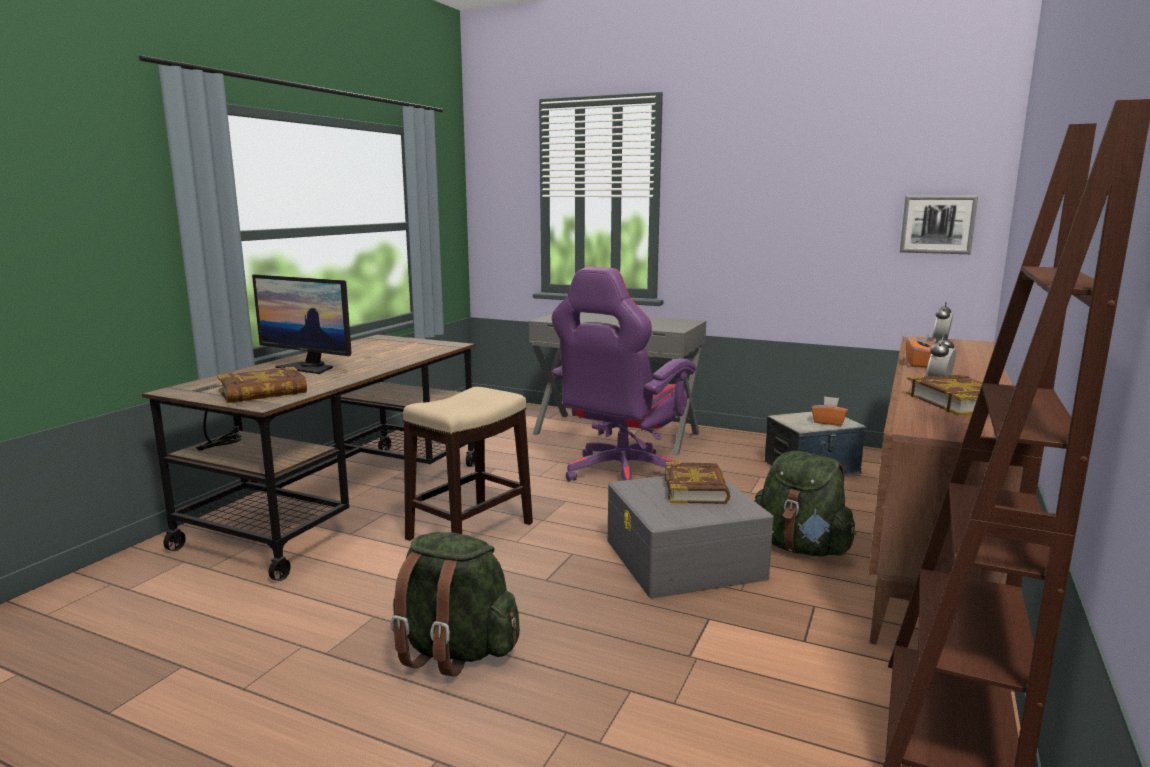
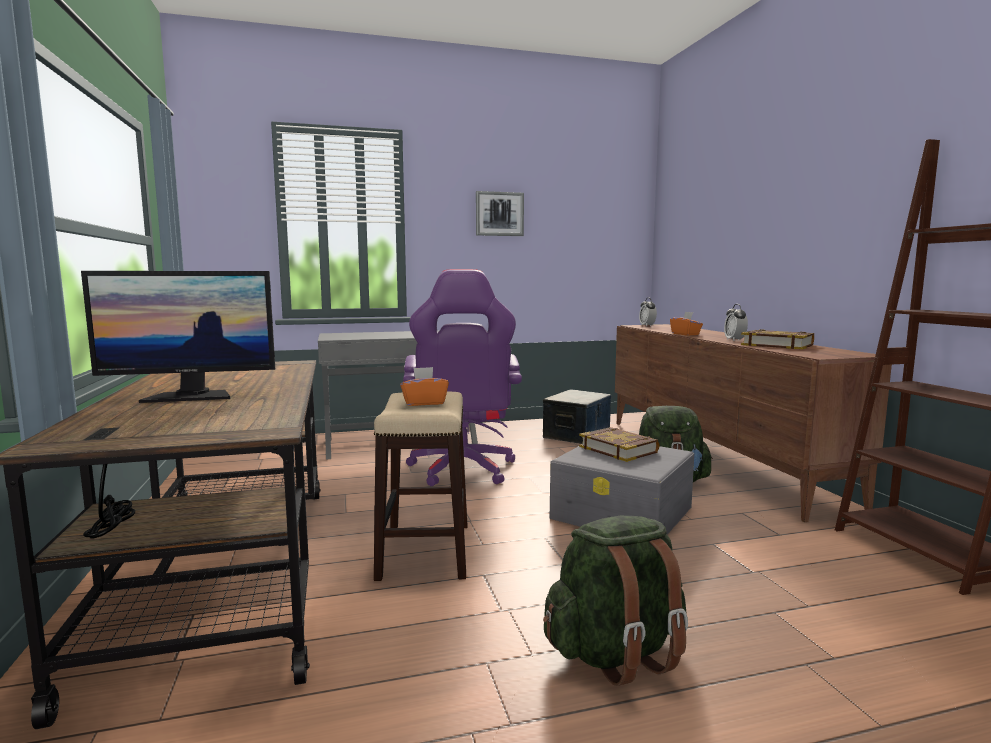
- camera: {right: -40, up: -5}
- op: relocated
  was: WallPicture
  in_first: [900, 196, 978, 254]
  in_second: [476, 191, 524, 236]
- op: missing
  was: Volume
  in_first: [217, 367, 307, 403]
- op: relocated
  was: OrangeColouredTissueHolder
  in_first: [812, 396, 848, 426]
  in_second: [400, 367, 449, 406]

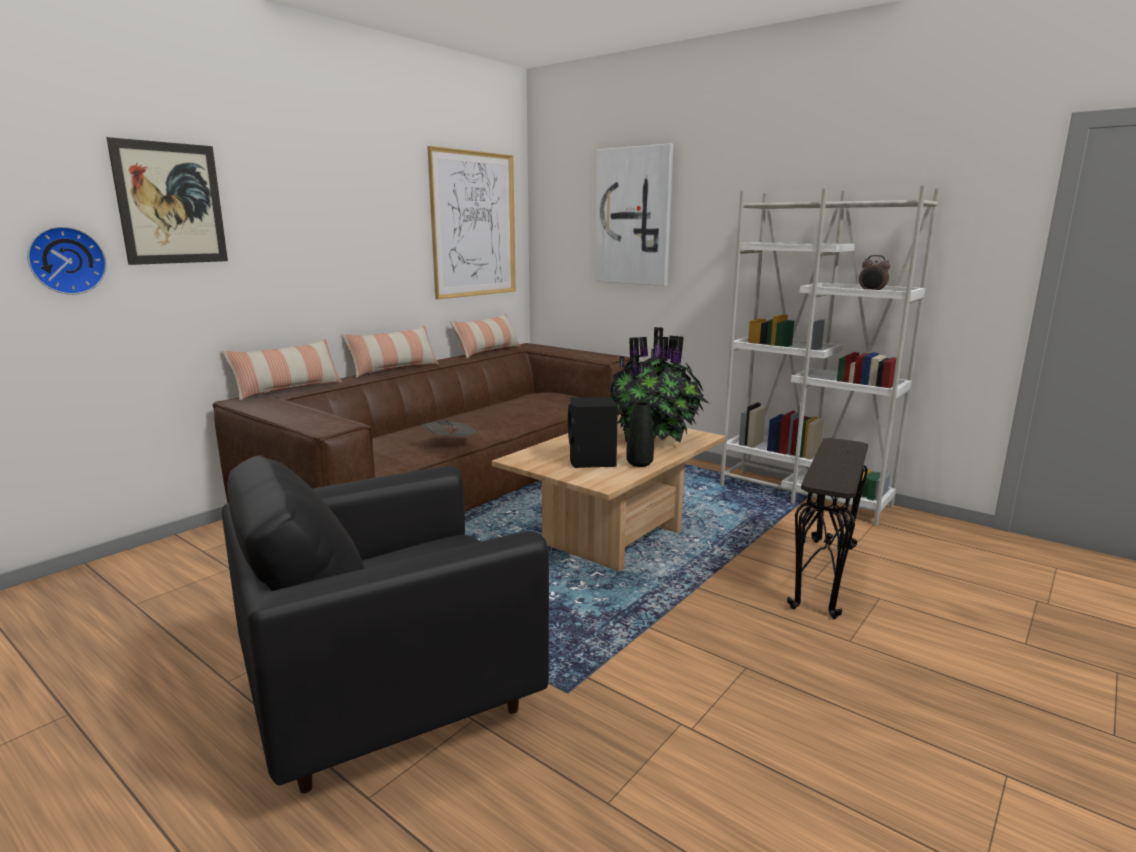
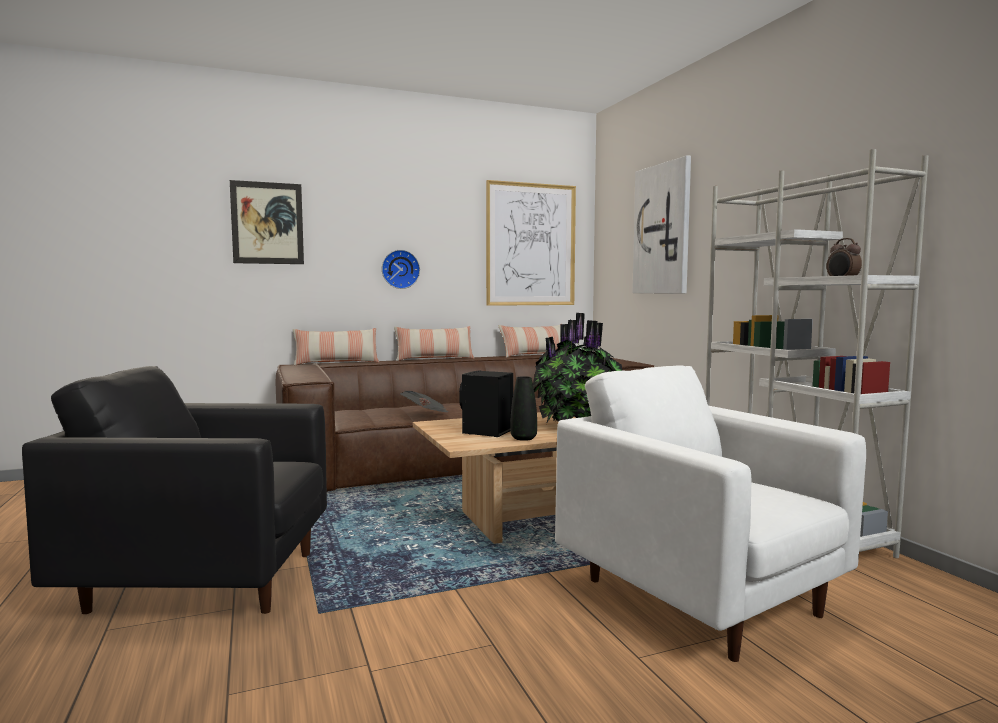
- camera: {right: 30, up: -10}
- op: relocated
  was: HangingClock
  in_first: [27, 226, 107, 295]
  in_second: [382, 250, 420, 289]
- op: exchanged
  was: BlackishSideTable
  now: WhiteColouredLoungeChair
  in_first: [787, 438, 868, 619]
  in_second: [555, 365, 866, 662]

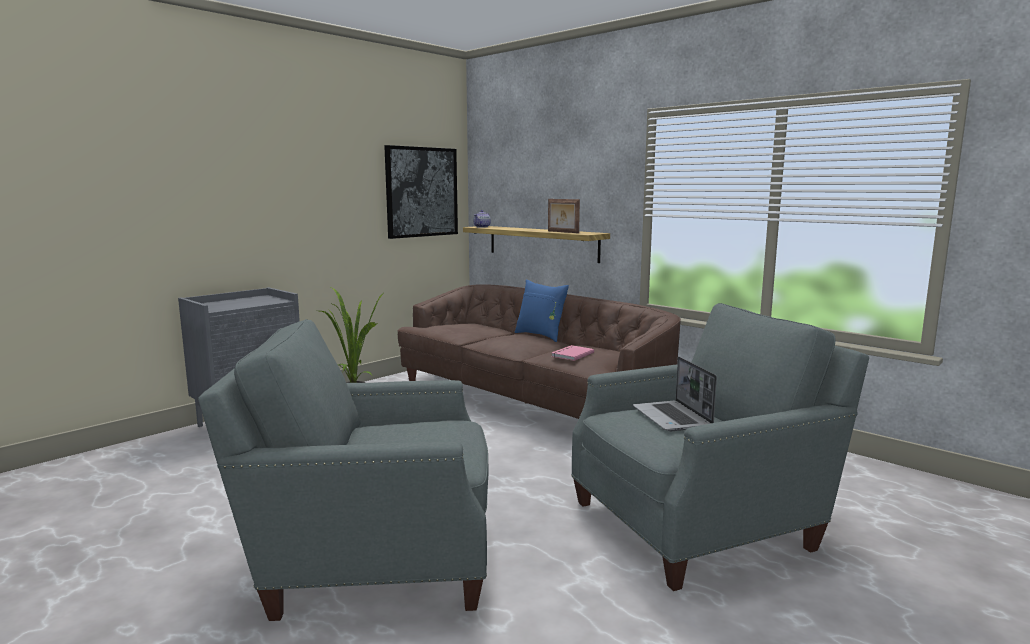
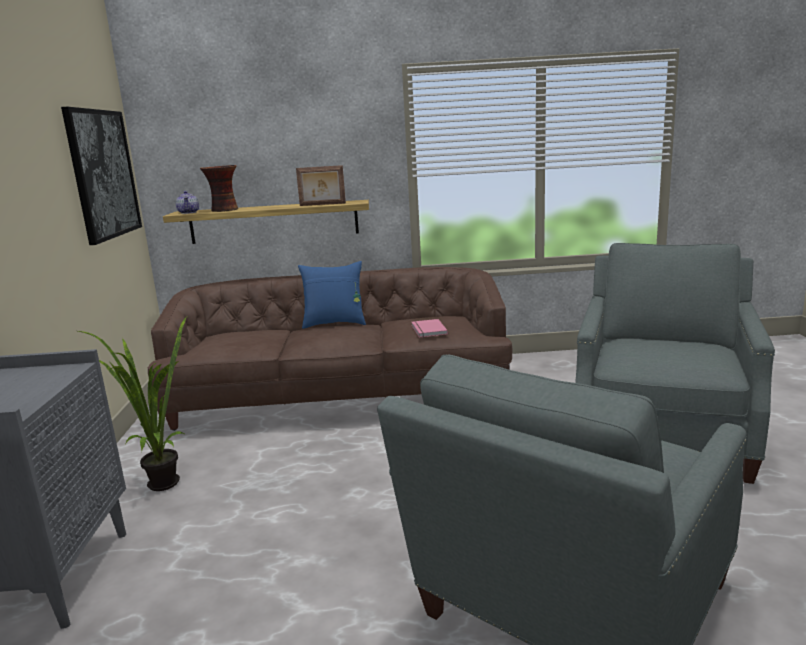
- camera: {right: -45, up: 5}
- op: missing
  was: NotebookComputer
  in_first: [633, 357, 717, 431]
- op: appeared
  now: FlowerVase
  in_second: [200, 165, 238, 212]

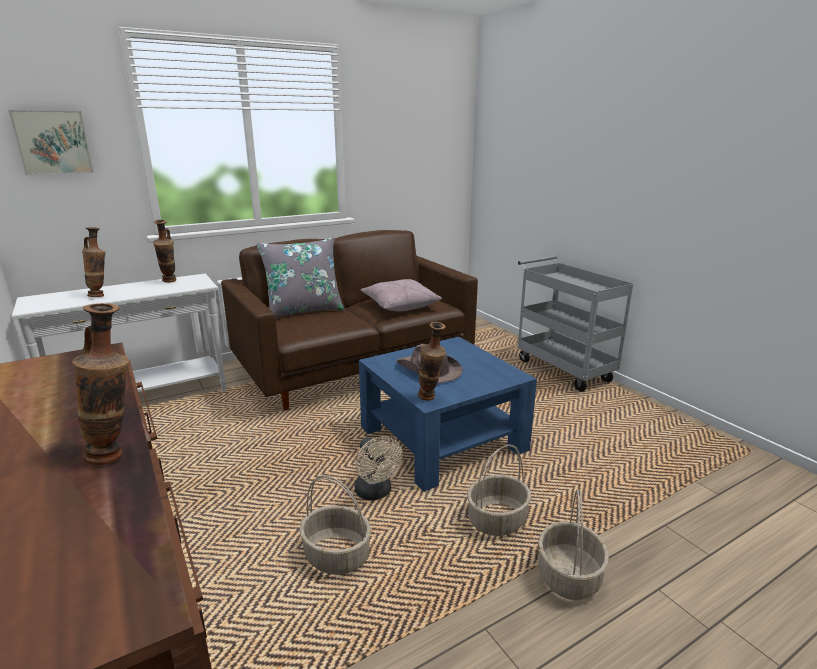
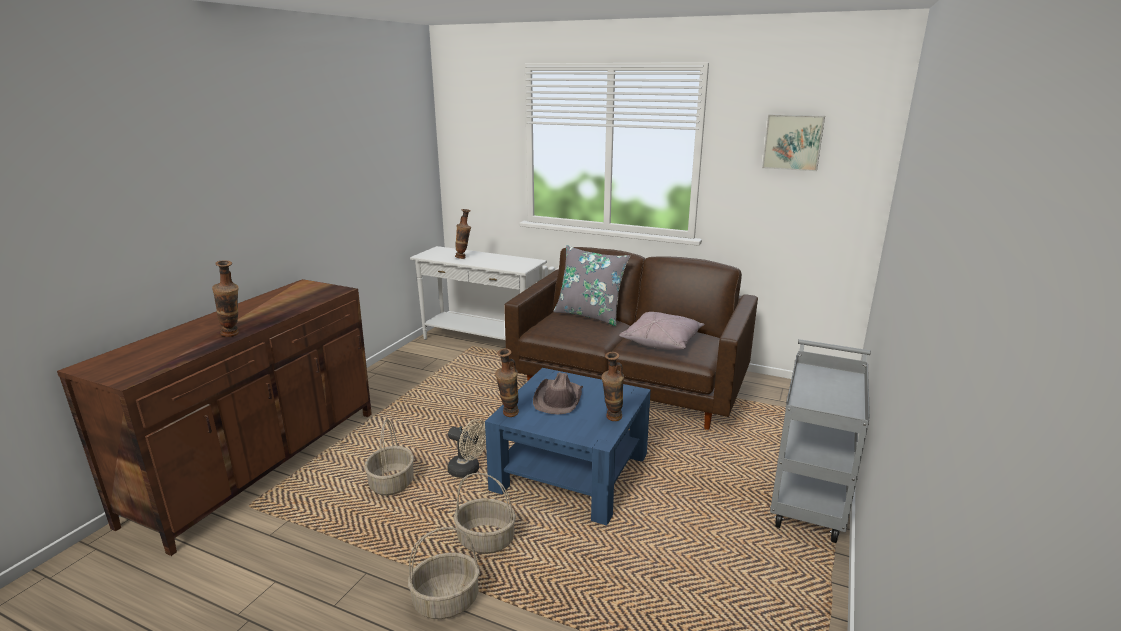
- camera: {right: 55, up: 0}
- op: relocated
  was: WallPicture
  in_first: [8, 110, 94, 175]
  in_second: [762, 114, 825, 171]
- op: relocated
  was: FlowerVase
  in_first: [153, 220, 176, 283]
  in_second: [601, 352, 624, 421]
- op: spun
  was: BeigeFan
  in_first: [355, 436, 403, 500]
  in_second: [447, 419, 486, 478]
  clockwise: -90

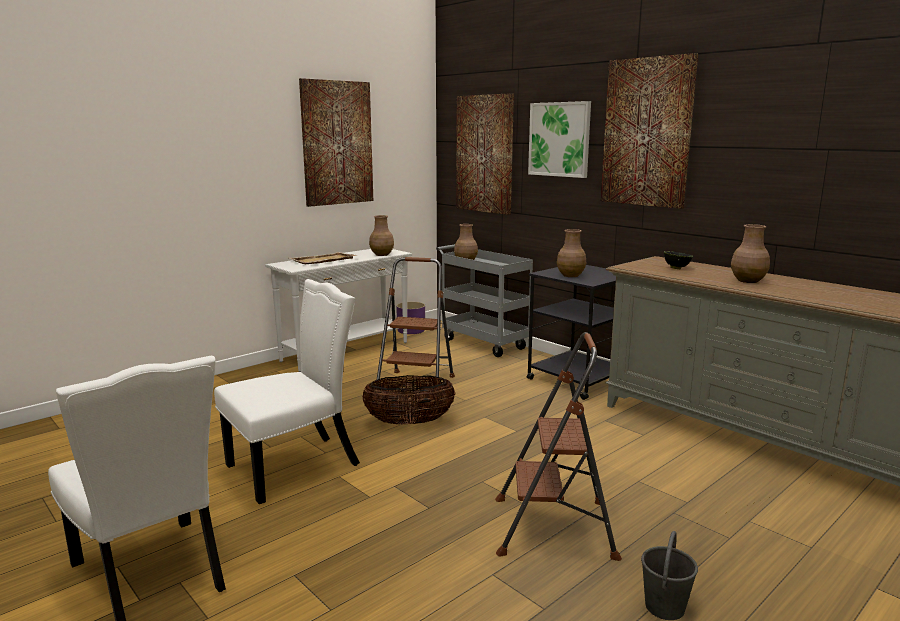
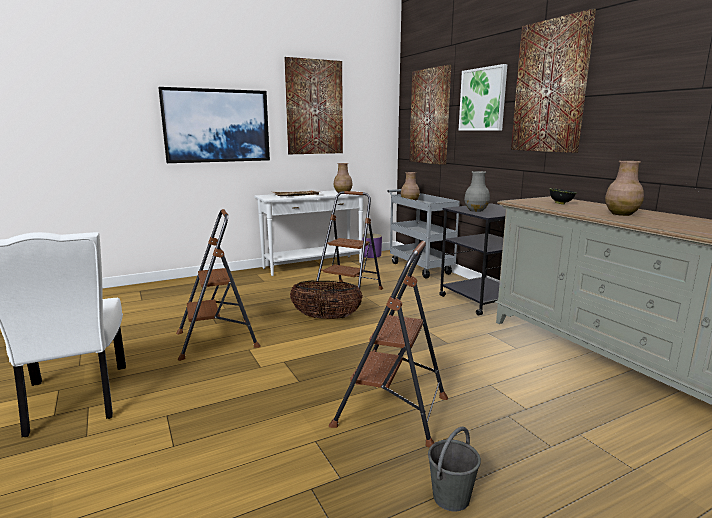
- camera: {right: 15, up: 0}
- op: colour
  was: BrownishFlowerVase
  now: GreyFlowerVase
  in_first: [557, 229, 586, 277]
  in_second: [464, 171, 490, 212]
- op: exchanged
  was: WhiteColouredPlainChair
  now: BrownishStepLadder
  in_first: [214, 279, 360, 504]
  in_second: [176, 209, 261, 361]
- op: appeared
  now: WallPicture
  in_second: [158, 87, 270, 163]

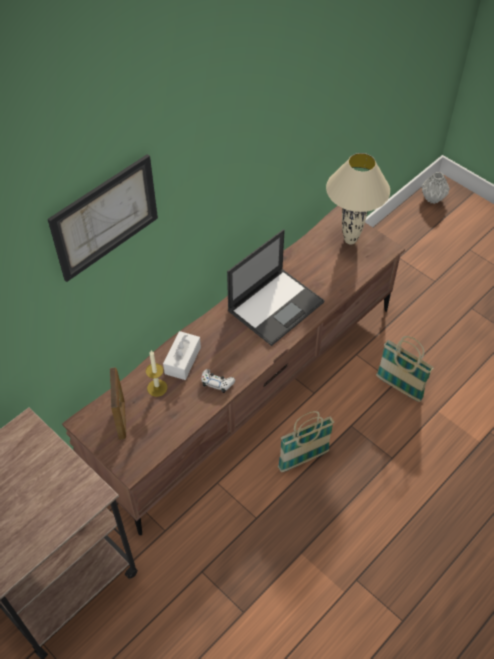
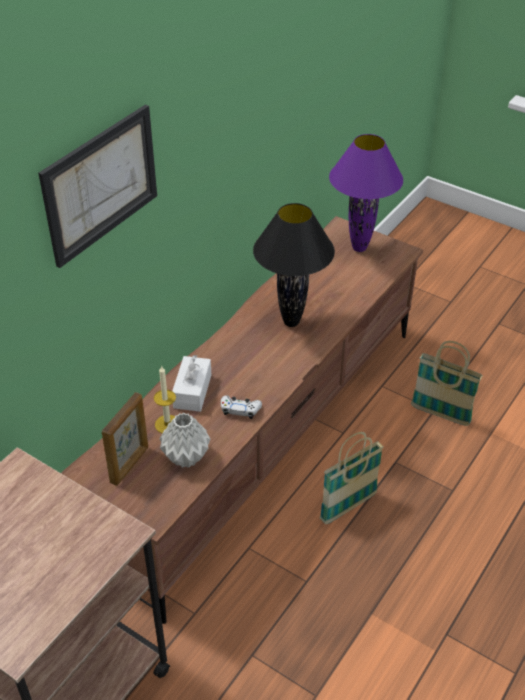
- camera: {right: -10, up: -10}
- op: colour
  was: BeigeTabletopLamp
  now: PurpleTabletopLamp
  in_first: [326, 153, 390, 244]
  in_second: [329, 134, 403, 252]
- op: relocated
  was: GreyFlowerVase
  in_first: [421, 172, 450, 204]
  in_second: [160, 413, 210, 468]
- op: exchanged
  was: NotebookComputer
  now: BlackishTabletopLamp
  in_first: [227, 229, 324, 346]
  in_second: [253, 203, 335, 327]
- op: spun
  was: StandingFrame
  in_first: [110, 367, 126, 440]
  in_second: [102, 392, 148, 486]
  clockwise: 45

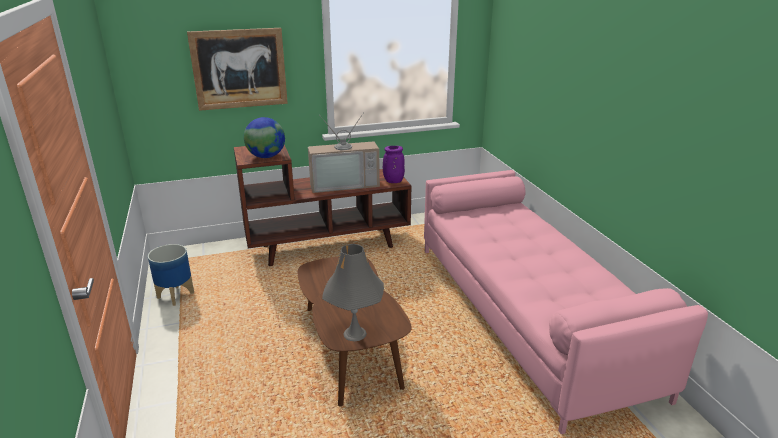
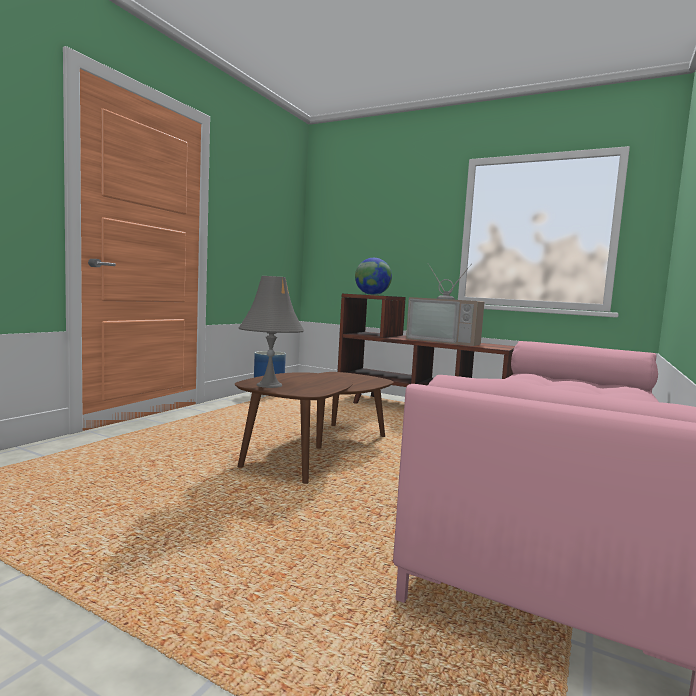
- camera: {right: 45, up: -20}
- op: missing
  was: WallPicture
  in_first: [187, 28, 288, 111]
- op: missing
  was: PurpleFlowerVase
  in_first: [383, 146, 405, 183]

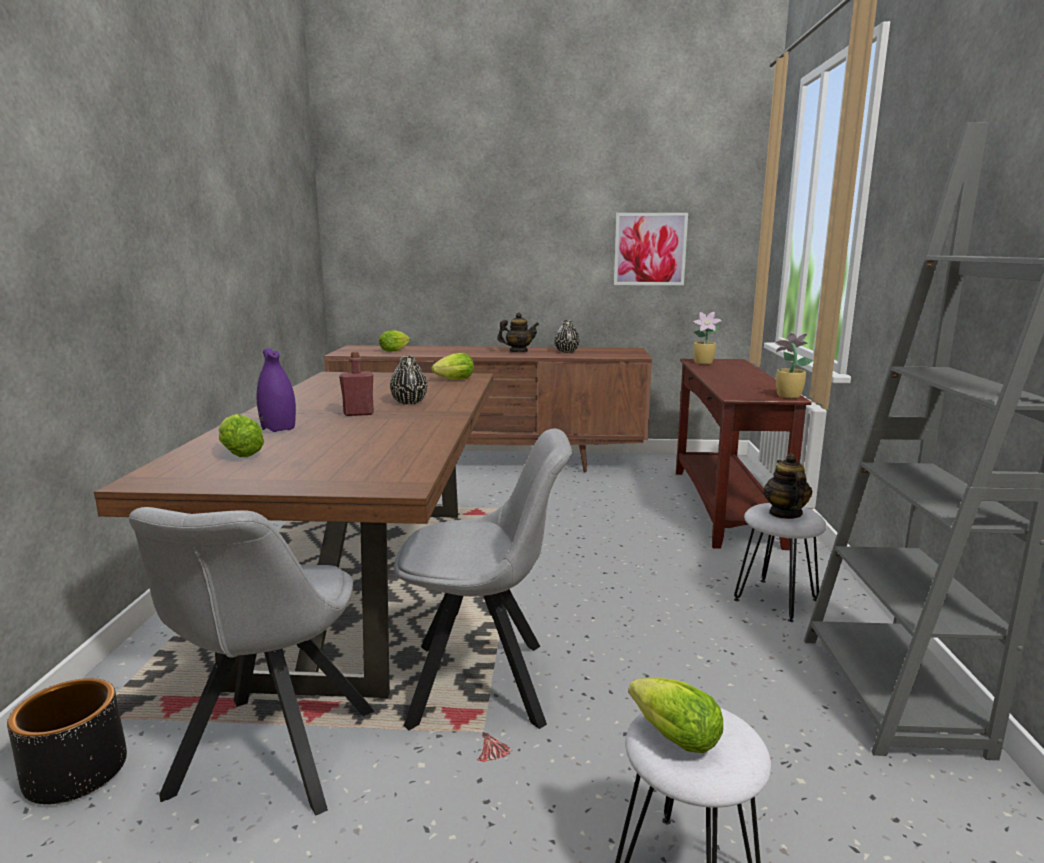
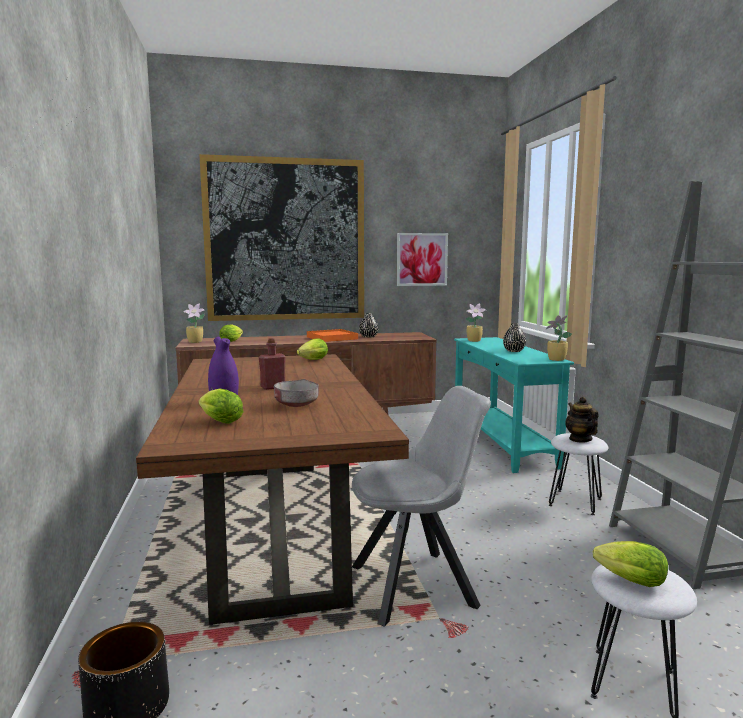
- camera: {right: -15, up: -5}
- op: exchanged
  was: Teapot
  now: OrangeColouredCarryingTray
  in_first: [497, 313, 539, 352]
  in_second: [307, 329, 358, 342]
- op: relocated
  was: BlackishFlowerVase
  in_first: [390, 356, 427, 405]
  in_second: [503, 323, 526, 352]
- op: colour
  was: BrownishConsoleTable
  now: TurquoiseConsoleTable
  in_first: [676, 359, 811, 550]
  in_second: [454, 337, 574, 473]
- op: missing
  was: GreyPlainChair
  in_first: [129, 507, 375, 815]
- op: appeared
  now: WallPicture
  in_second: [199, 154, 364, 321]
- op: appeared
  now: Houseplant
  in_second: [183, 303, 205, 343]
- op: appeared
  now: GreyDeepDish
  in_second: [274, 379, 319, 407]

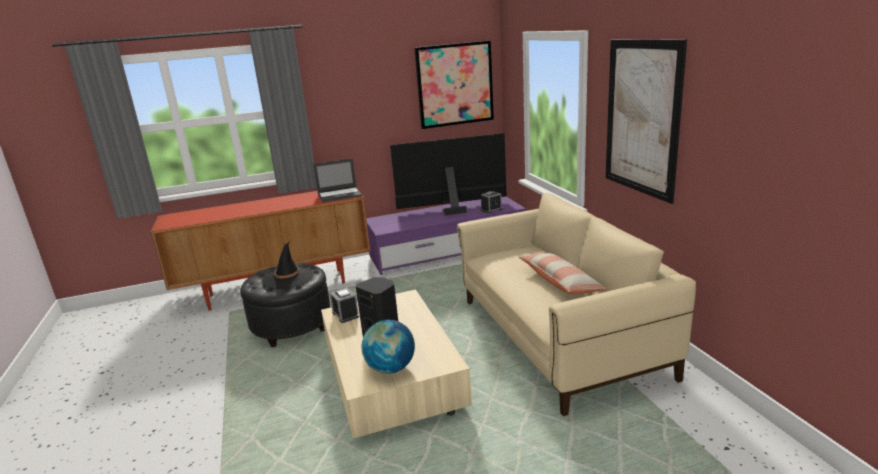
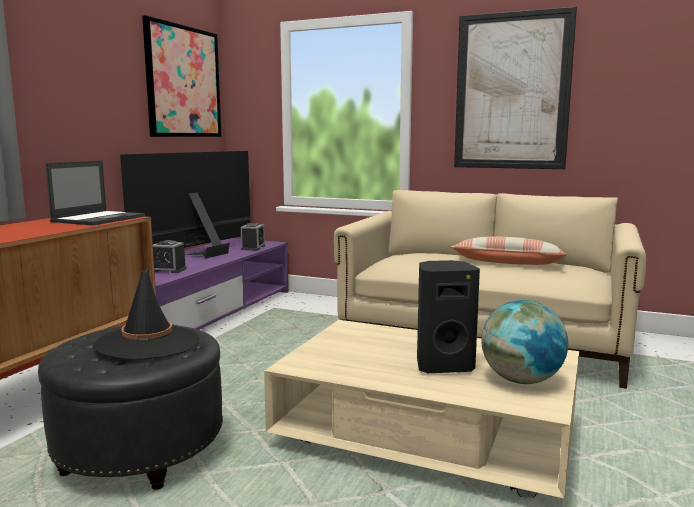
- camera: {right: -50, up: -10}
- op: relocated
  was: BedsideClock
  in_first: [330, 287, 359, 323]
  in_second: [153, 240, 187, 273]

